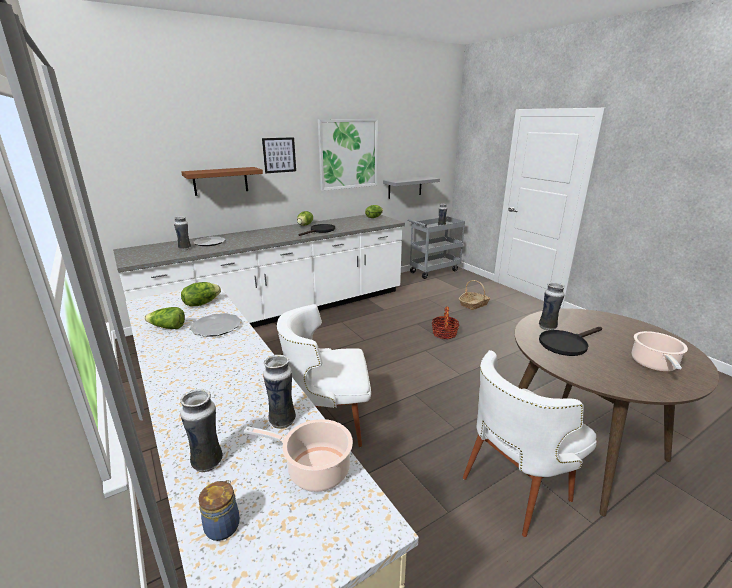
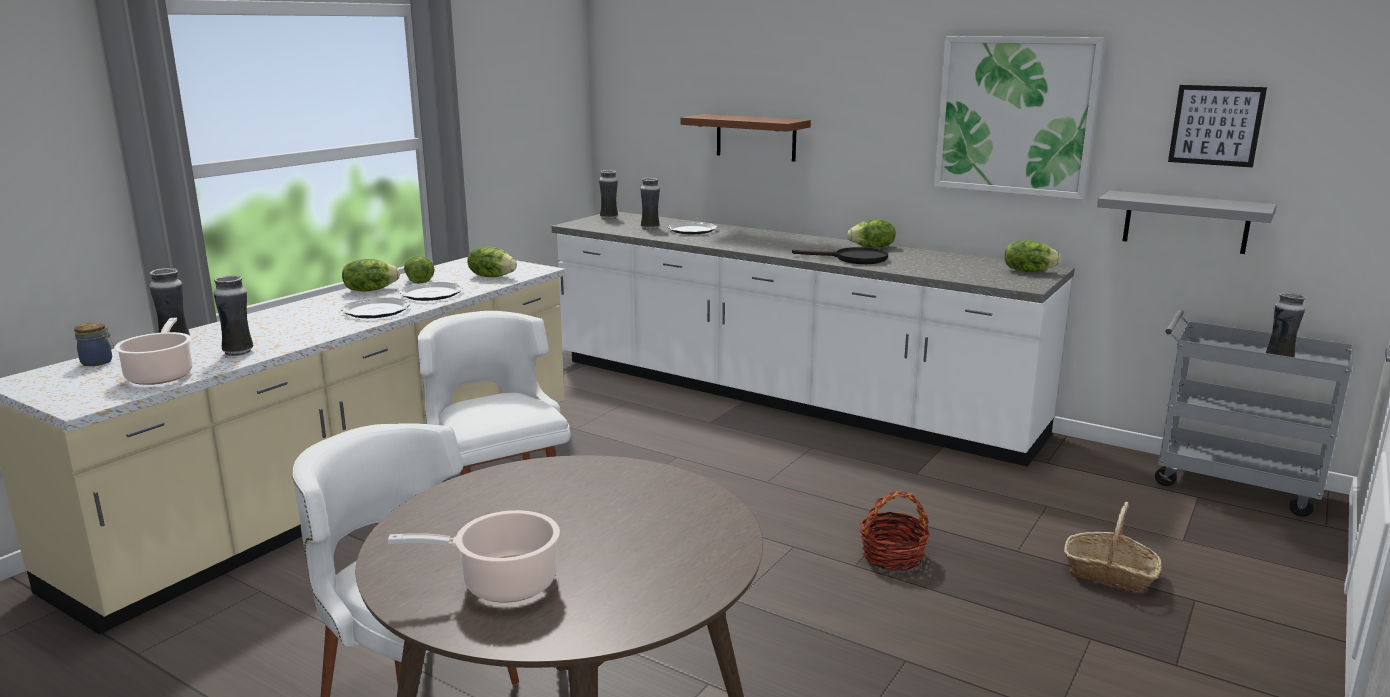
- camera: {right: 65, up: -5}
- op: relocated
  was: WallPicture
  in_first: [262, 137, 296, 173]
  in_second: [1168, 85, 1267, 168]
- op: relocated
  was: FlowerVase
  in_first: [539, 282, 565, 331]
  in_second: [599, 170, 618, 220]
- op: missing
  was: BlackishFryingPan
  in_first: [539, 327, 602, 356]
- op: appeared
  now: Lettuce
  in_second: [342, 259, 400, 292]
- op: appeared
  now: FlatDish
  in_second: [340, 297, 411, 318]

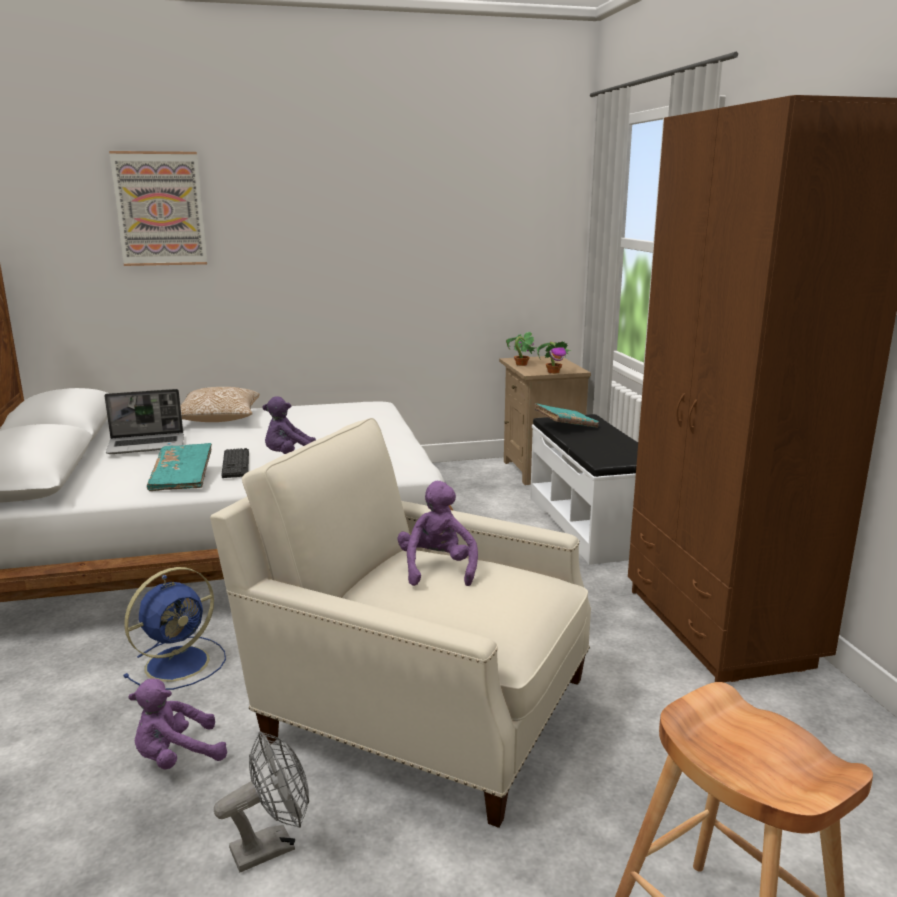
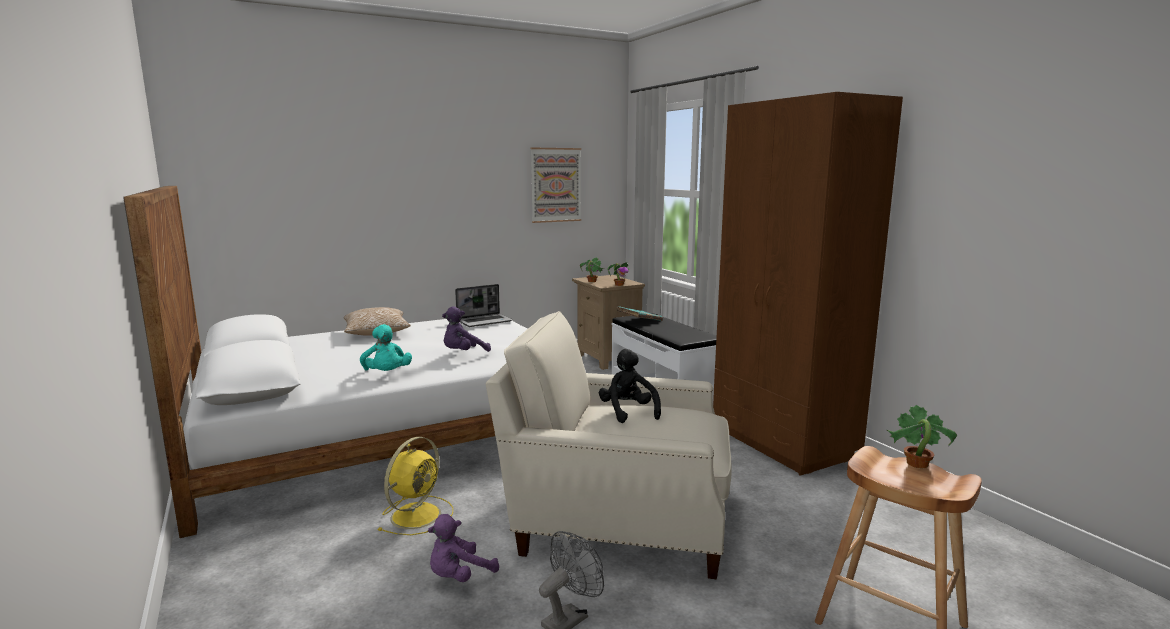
- camera: {right: -15, up: -5}
- op: relocated
  was: WallPicture
  in_first: [109, 151, 207, 266]
  in_second: [531, 148, 581, 223]
- op: relocated
  was: NotebookComputer
  in_first: [105, 389, 184, 454]
  in_second: [455, 284, 513, 327]
- op: exchanged
  was: TurquoiseVolume
  now: TurquoiseSoftToy
  in_first: [147, 443, 212, 491]
  in_second: [360, 324, 412, 371]
- op: missing
  was: PcKeyboard
  in_first: [221, 448, 249, 478]
- op: colour
  was: PurpleSoftToy
  now: BlackishSoftToy
  in_first: [397, 481, 478, 586]
  in_second: [599, 349, 661, 423]
- op: colour
  was: BlueFan
  now: YellowishFan
  in_first: [123, 567, 226, 690]
  in_second: [377, 437, 453, 535]
- op: appeared
  now: Houseplant
  in_second: [887, 405, 957, 468]

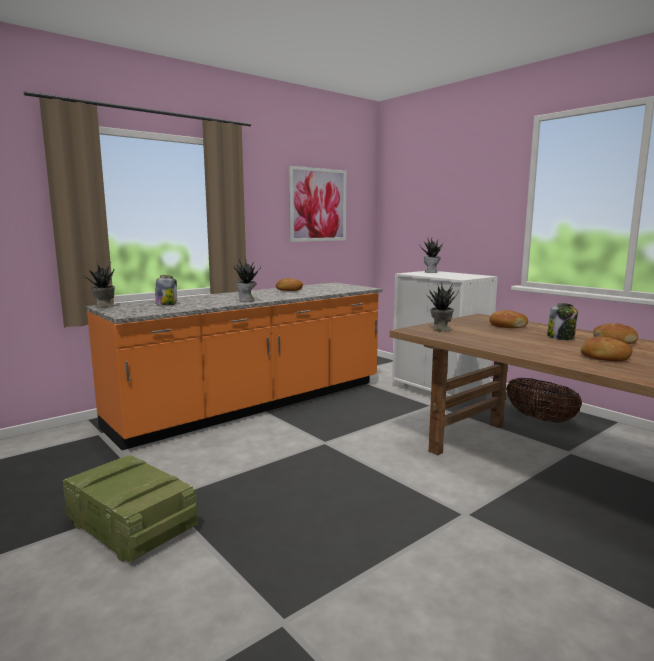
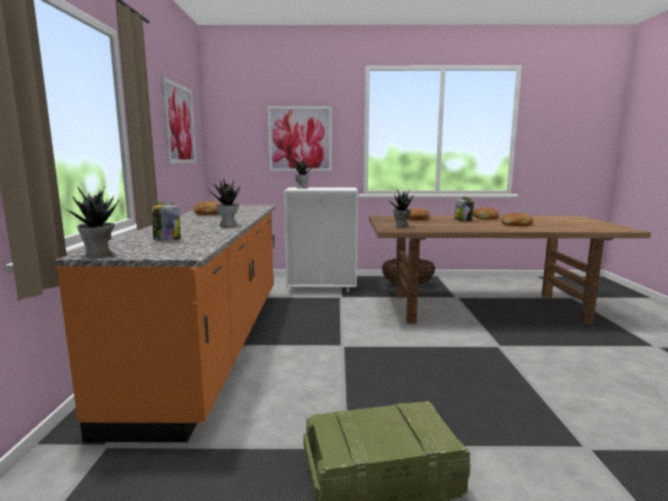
- camera: {right: -50, up: 0}
- op: appeared
  now: WallPicture
  in_second: [268, 106, 332, 171]

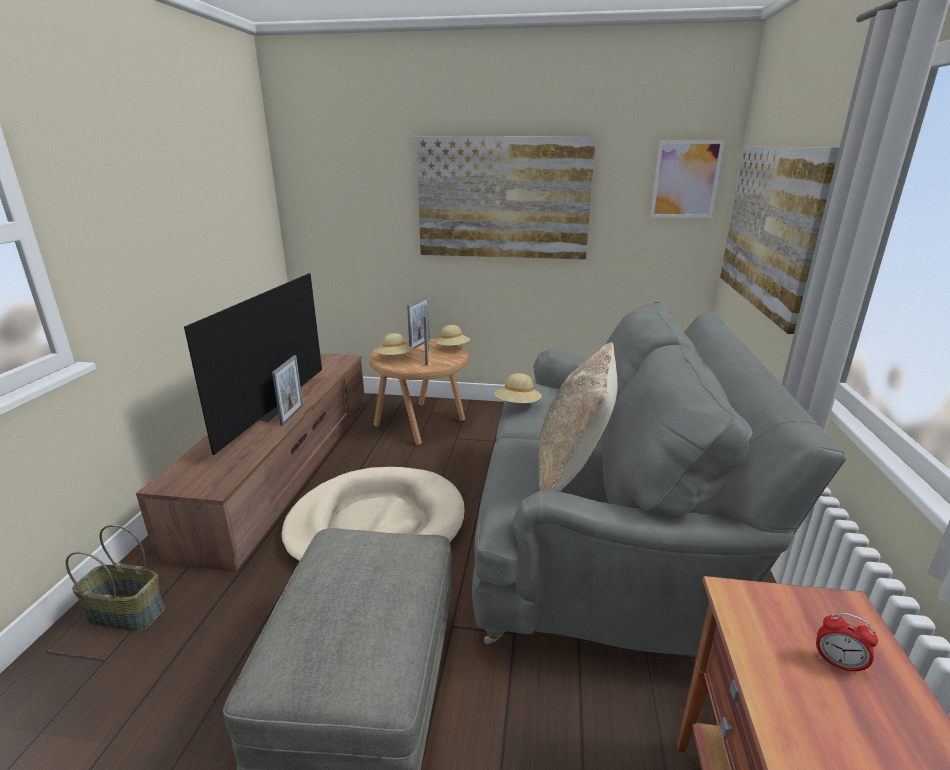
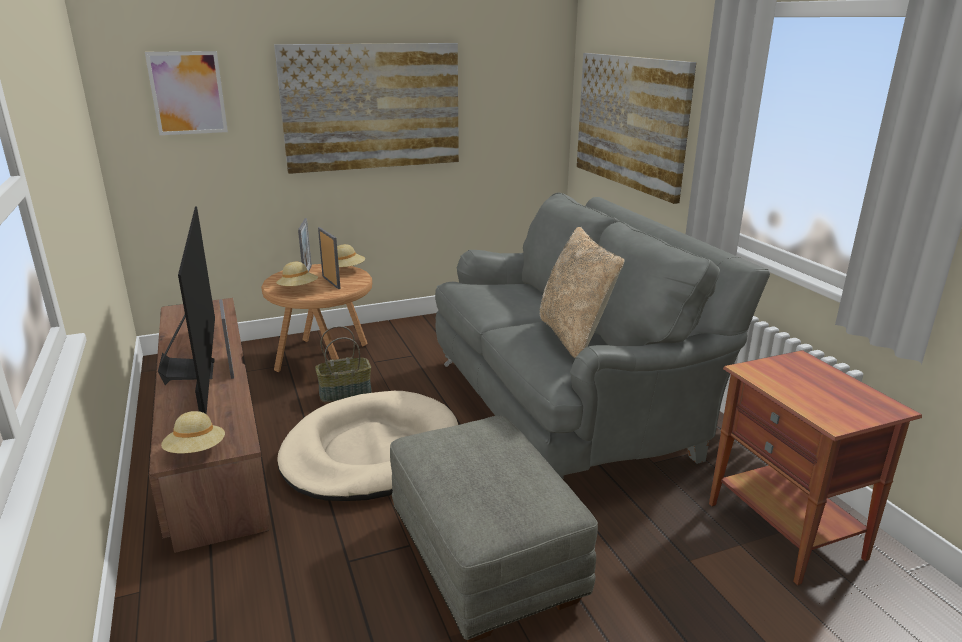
- camera: {right: -30, up: 0}
- op: relocated
  was: WallPicture
  in_first: [650, 140, 725, 218]
  in_second: [145, 51, 228, 135]
- op: relocated
  was: BeigeClothingHat
  in_first: [494, 373, 542, 403]
  in_second: [161, 411, 225, 453]
- op: relocated
  was: StorageBasket
  in_first: [66, 525, 165, 631]
  in_second: [315, 326, 372, 402]
- op: missing
  was: BedsideClock
  in_first: [816, 613, 878, 674]

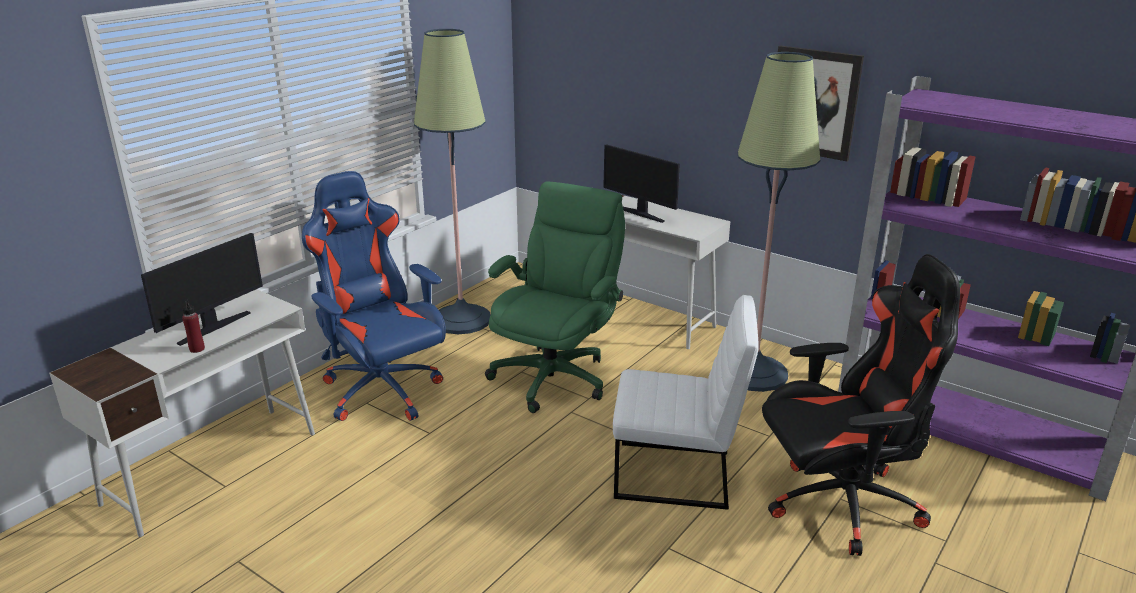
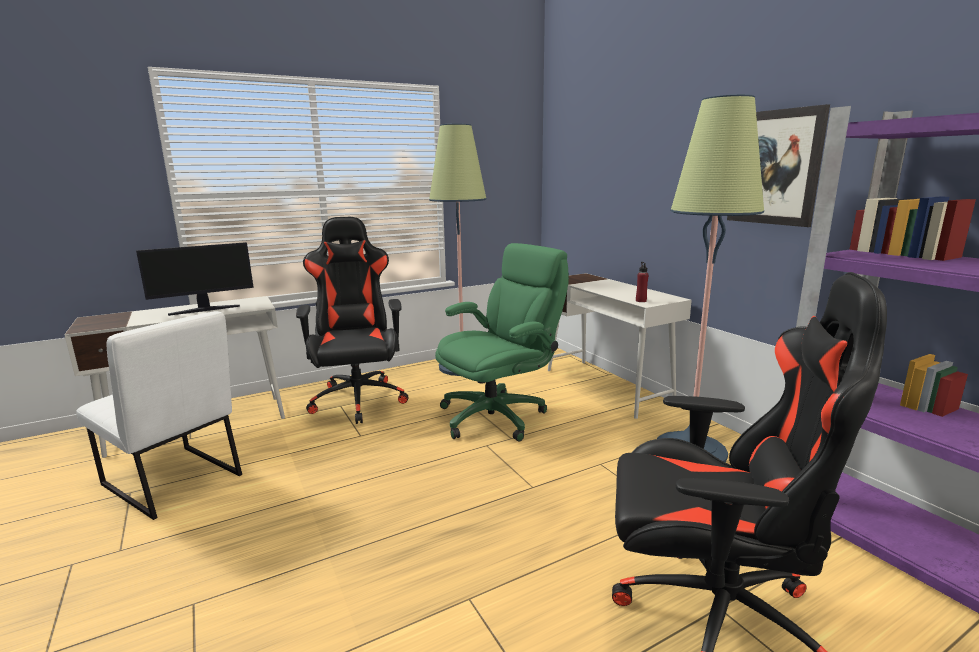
- camera: {right: 25, up: -10}
- op: missing
  was: Monitor
  in_first: [603, 144, 680, 223]
- op: colour
  was: BlueComputerChair
  now: BlackishComputerChair
  in_first: [302, 171, 446, 421]
  in_second: [296, 217, 408, 424]
- op: relocated
  was: WhiteColouredPlainChair
  in_first: [613, 295, 759, 510]
  in_second: [76, 311, 242, 520]
- op: relocated
  was: RedDrinkBottle
  in_first: [182, 299, 205, 353]
  in_second: [636, 262, 649, 302]

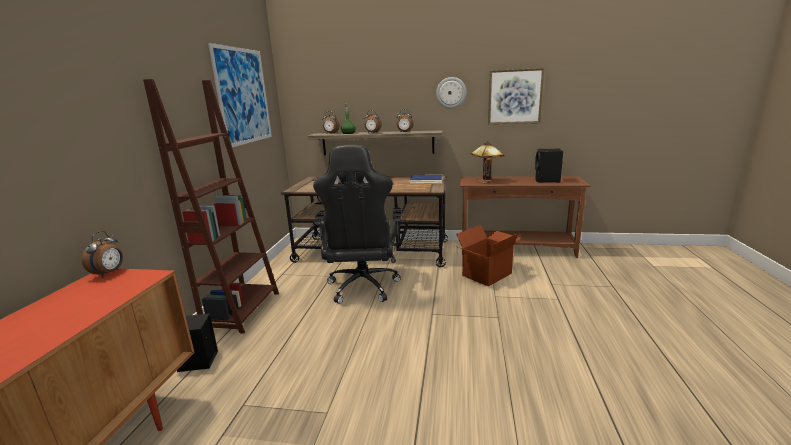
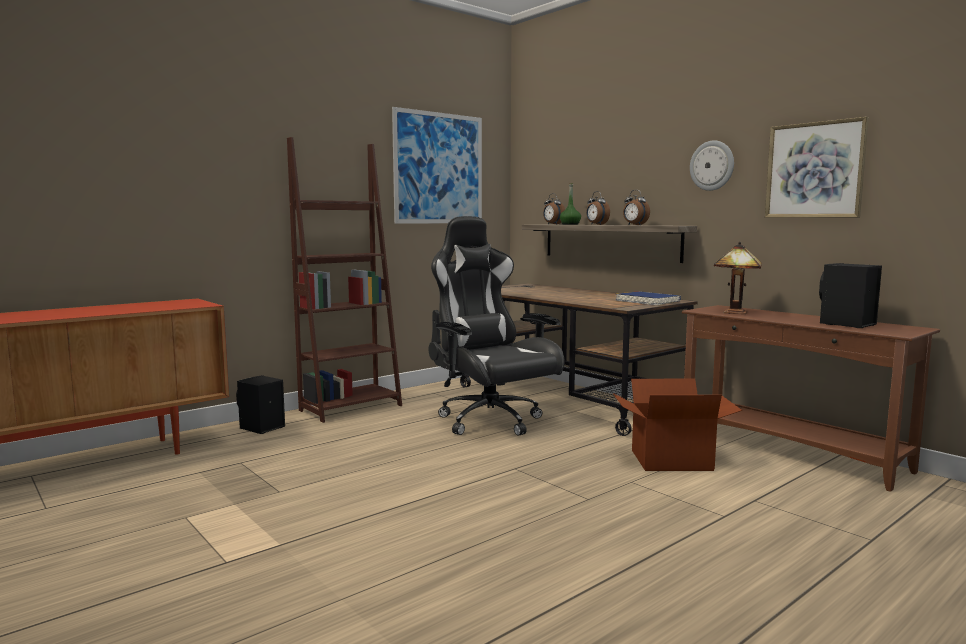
- camera: {right: 40, up: -10}
- op: spun
  was: BlackishComputerChair
  in_first: [313, 145, 402, 304]
  in_second: [428, 216, 565, 436]
  clockwise: 105
- op: missing
  was: BedsideClock
  in_first: [82, 231, 123, 277]

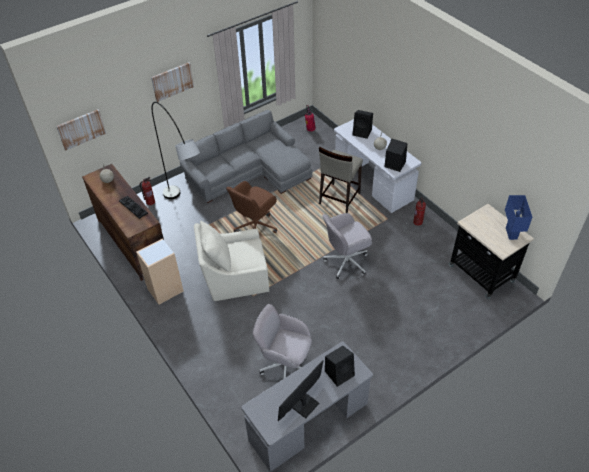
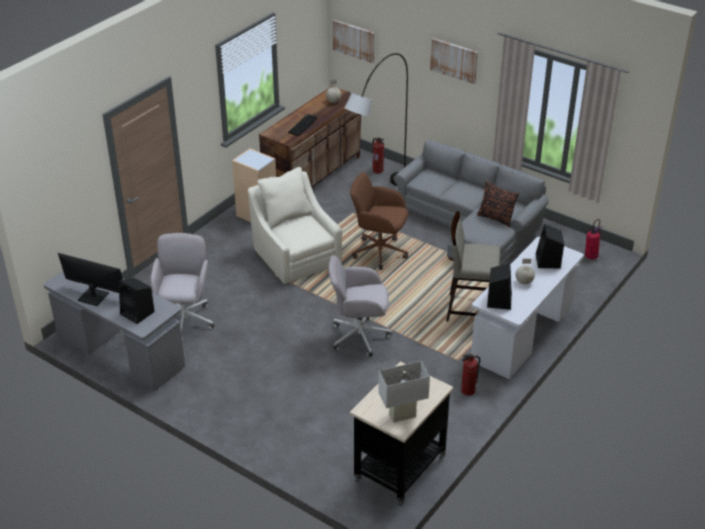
- camera: {right: 70, up: -10}
- op: colour
  was: BlueTabletopLamp
  now: WhiteColouredTabletopLamp
  in_first: [505, 195, 532, 240]
  in_second: [378, 361, 430, 422]
- op: spun
  was: GreyComputerChair
  in_first: [322, 213, 372, 279]
  in_second: [329, 255, 392, 357]
  clockwise: -45
- op: appeared
  now: BlackishPillow
  in_second: [477, 181, 519, 228]

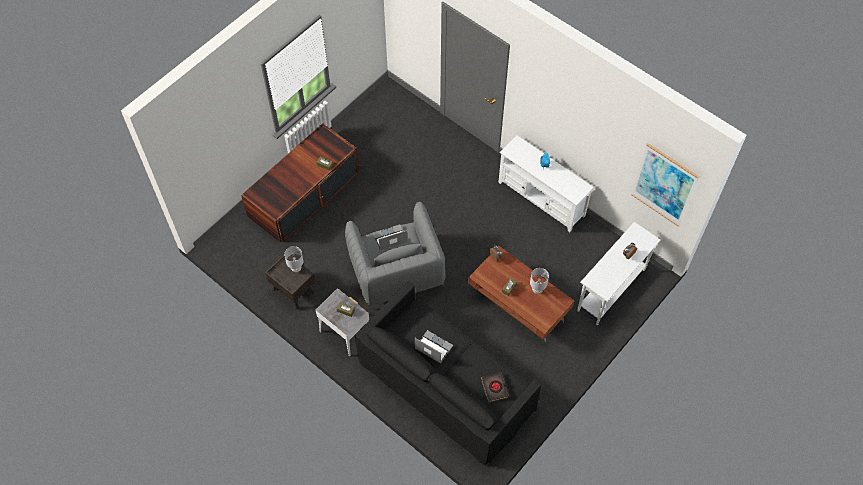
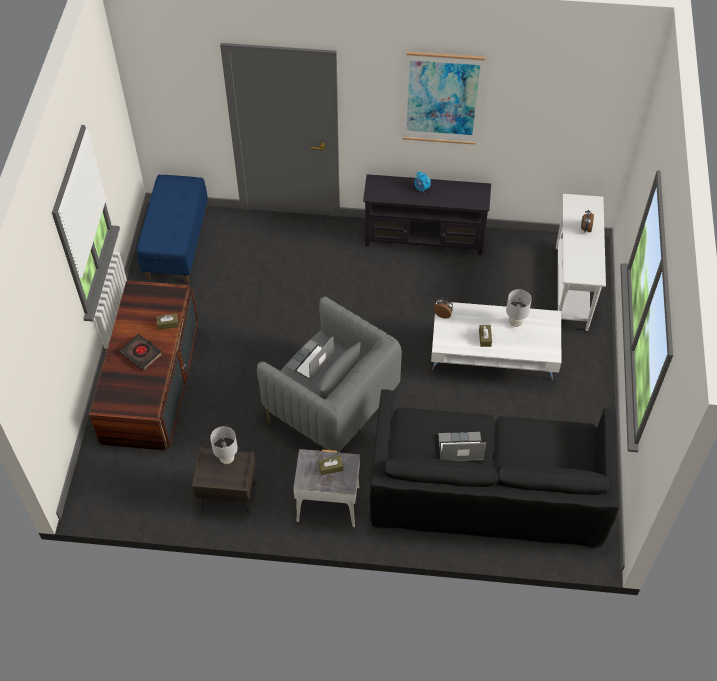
- camera: {right: -35, up: -5}
- op: colour
  was: WhiteColouredTvStand
  now: BlackishTvStand
  in_first: [499, 136, 594, 232]
  in_second: [363, 174, 491, 255]
- op: relocated
  was: WallPicture
  in_first: [631, 143, 699, 227]
  in_second: [403, 51, 485, 145]
- op: colour
  was: BrownishLowTable
  now: WhiteColouredLowTable
  in_first: [468, 246, 574, 342]
  in_second: [431, 302, 561, 380]
- op: relocated
  was: BlackishVolume
  in_first: [481, 372, 509, 403]
  in_second: [119, 334, 162, 371]
- op: appeared
  now: BlueLongSeat
  in_second: [137, 175, 208, 283]

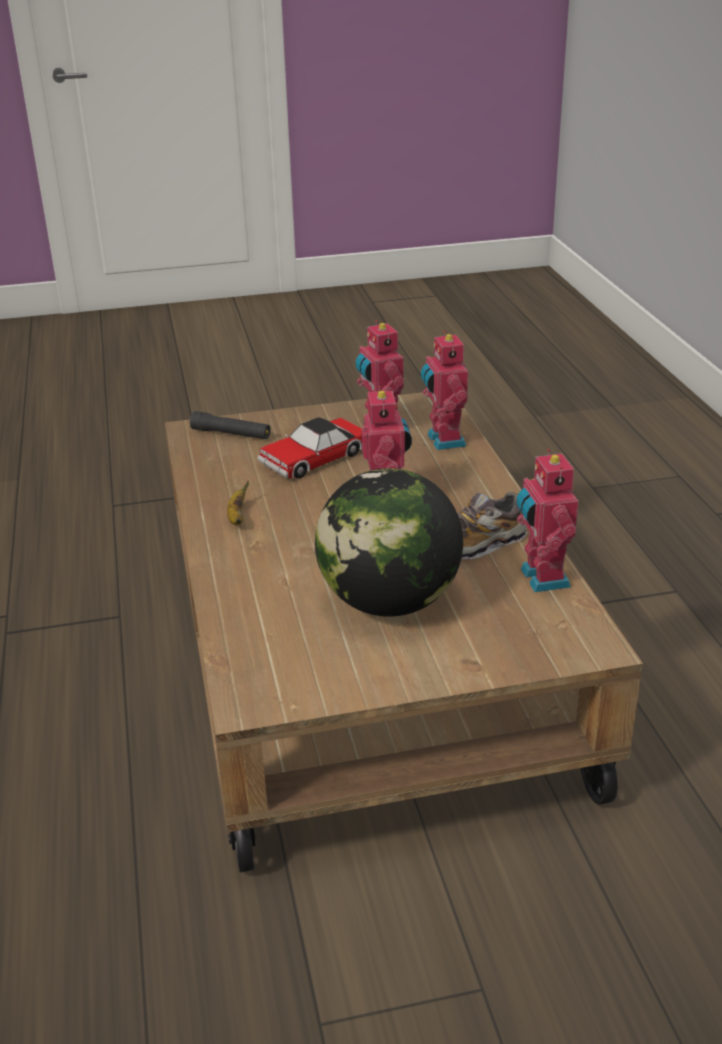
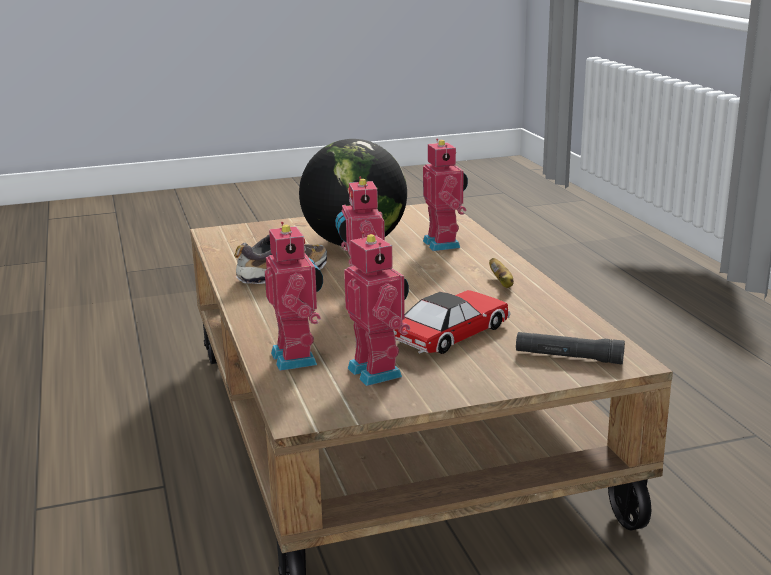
- camera: {right: 175, up: -10}
- op: relocated
  was: ModelRobot
  in_first: [516, 449, 578, 592]
  in_second: [423, 139, 468, 251]

